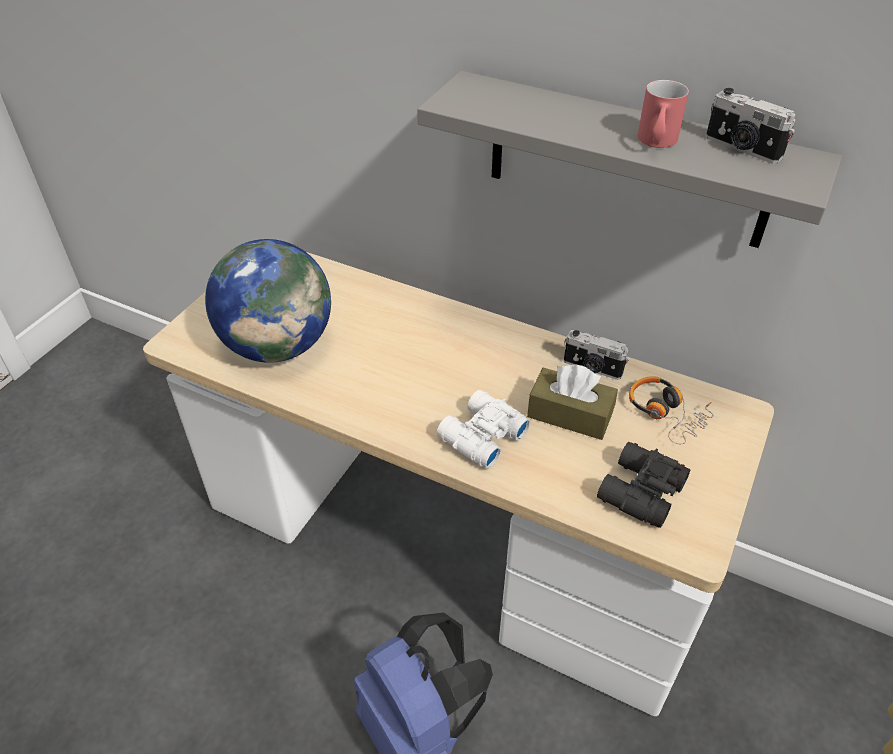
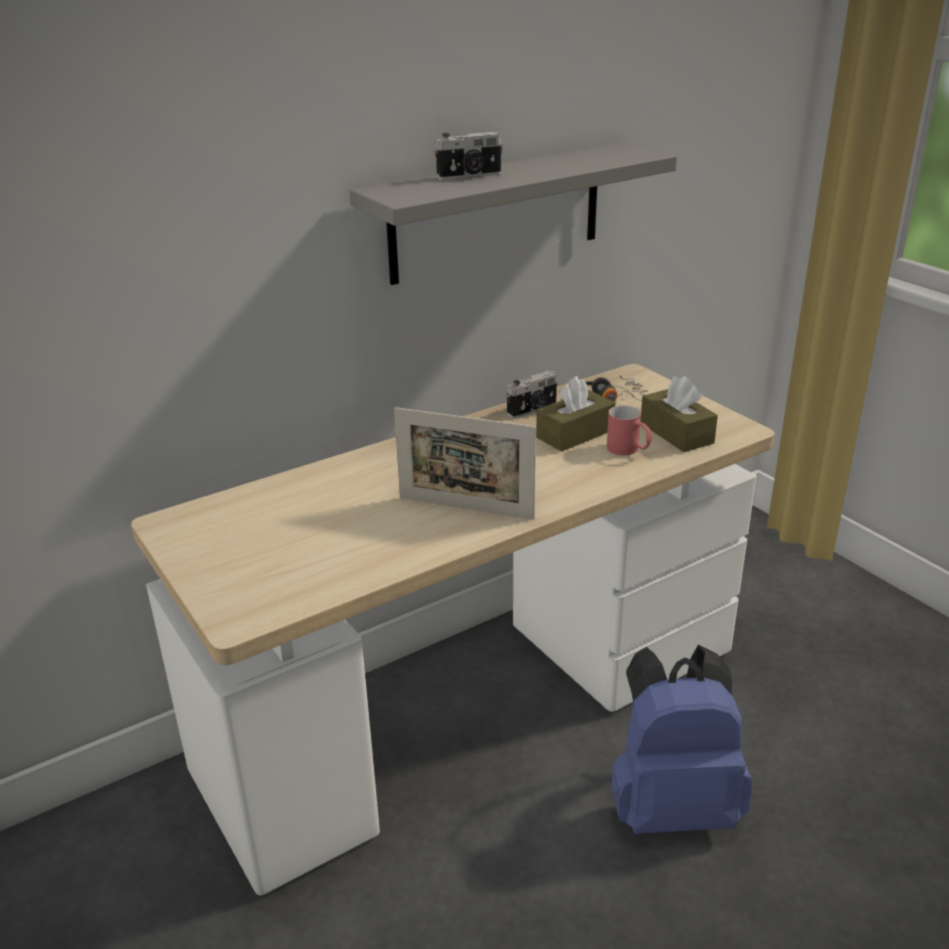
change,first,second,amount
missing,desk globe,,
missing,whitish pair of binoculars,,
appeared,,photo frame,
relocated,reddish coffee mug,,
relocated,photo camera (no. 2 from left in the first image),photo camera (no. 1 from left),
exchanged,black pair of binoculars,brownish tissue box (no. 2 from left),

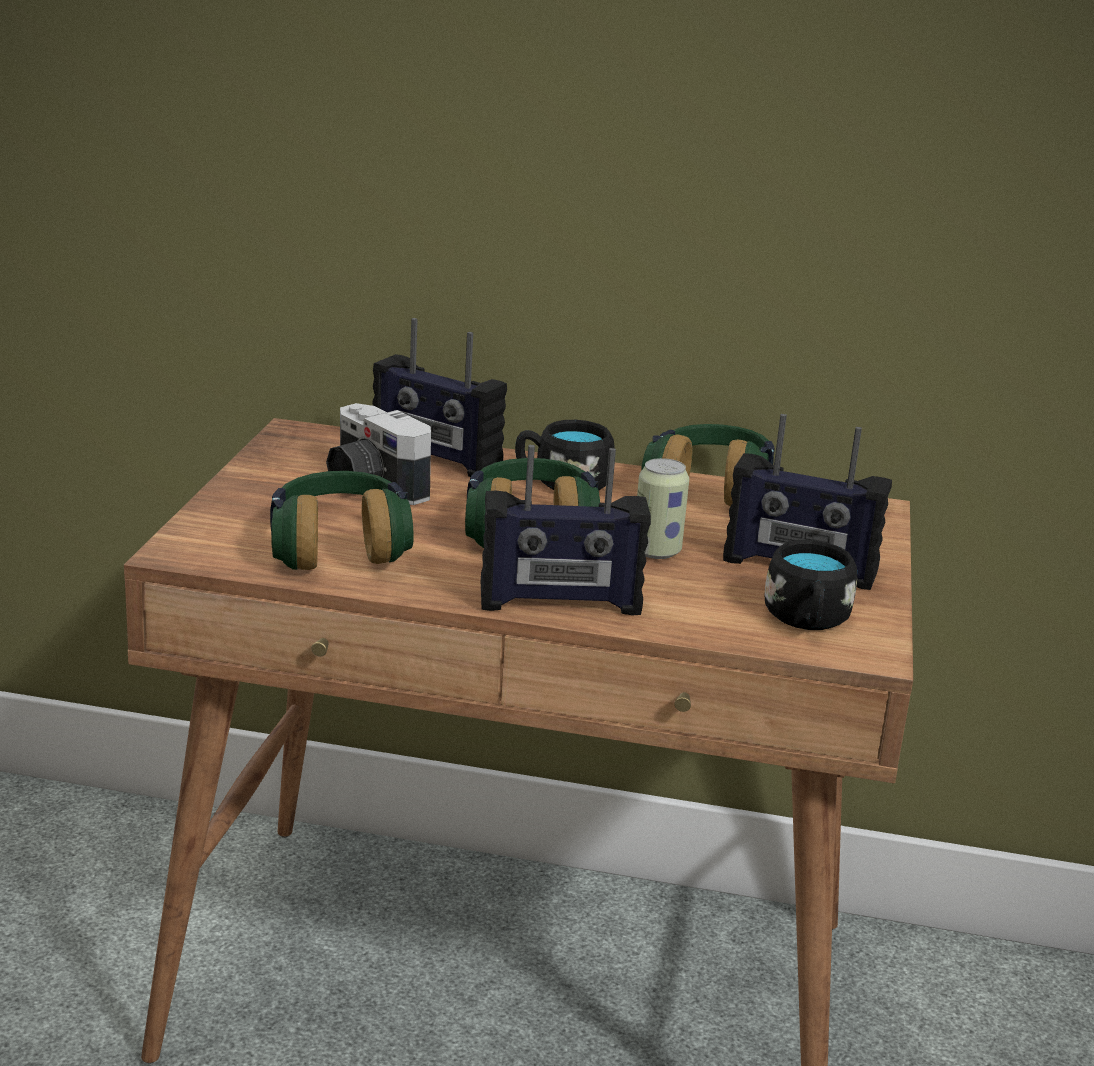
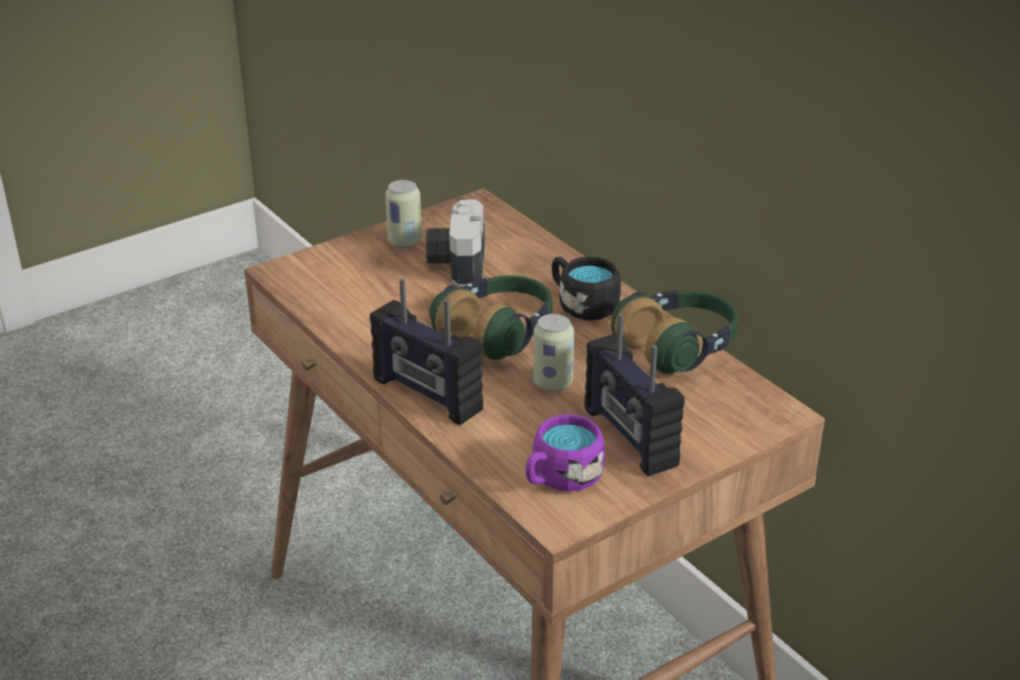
change,first,second,amount
missing,headphones (no. 1 from left),,
missing,radio receiver (no. 1 from left),,
appeared,,can (no. 1 from left),
colour,black coffee mug (no. 2 from left),purplish coffee mug,

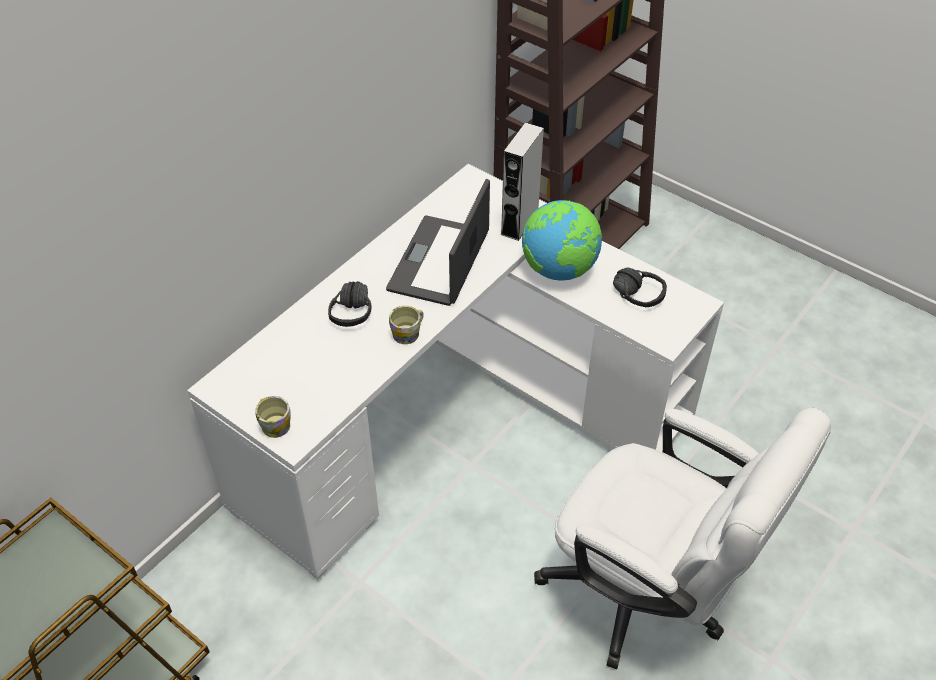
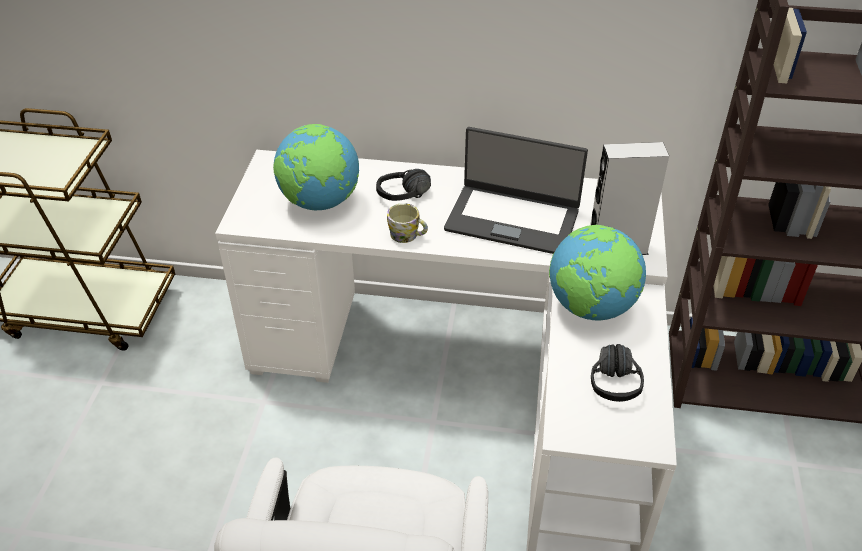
change,first,second,amount
missing,coffee mug (no. 1 from left),,
appeared,,desk globe (no. 1 from left),
spun,notebook computer,,150 degrees counterclockwise

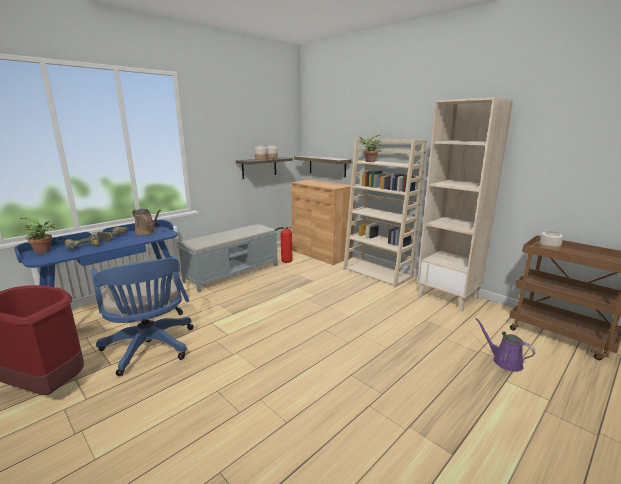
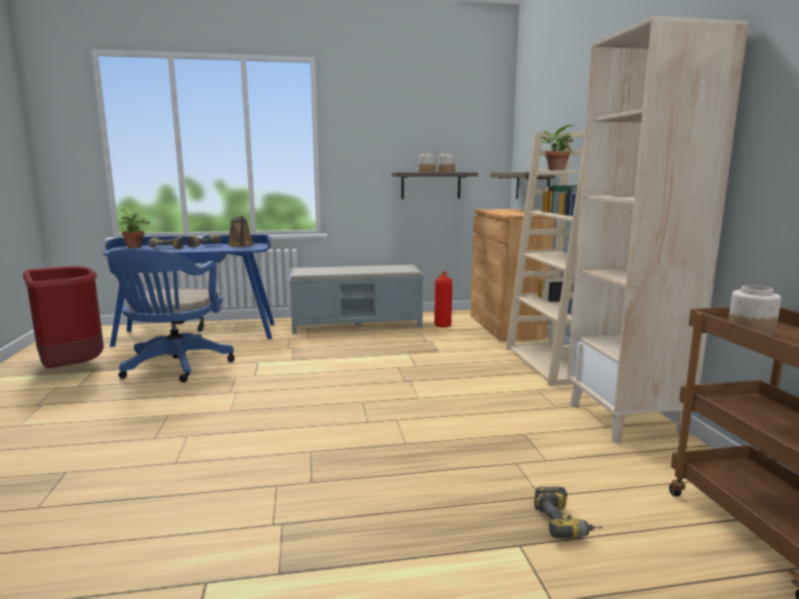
change,first,second,amount
exchanged,purplish watering pot,drill (no. 3 from left),

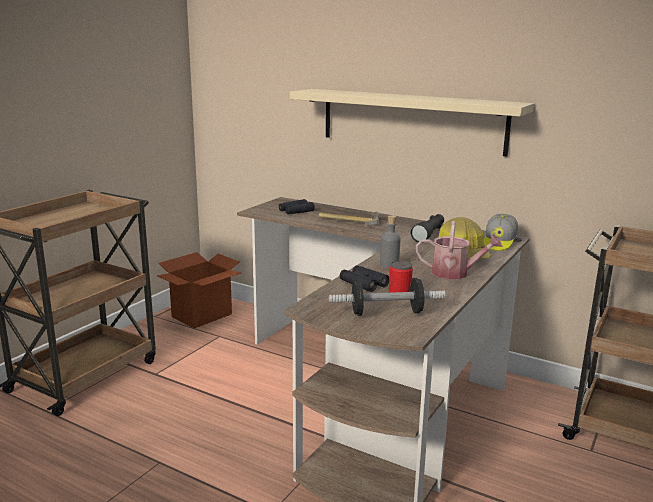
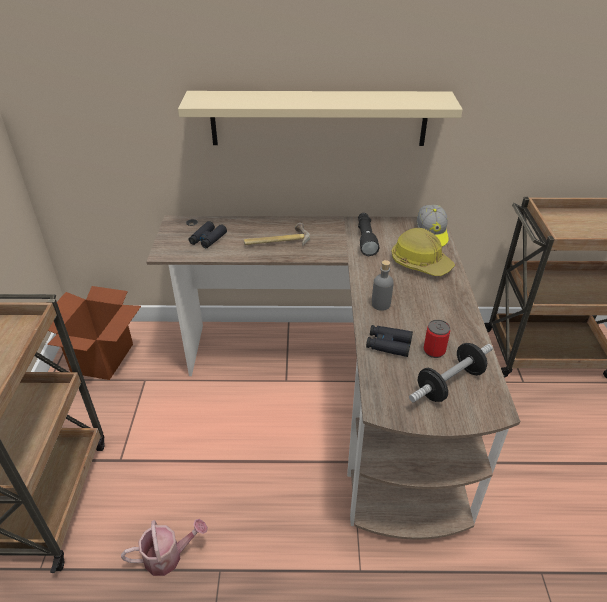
change,first,second,amount
relocated,watering pot,,

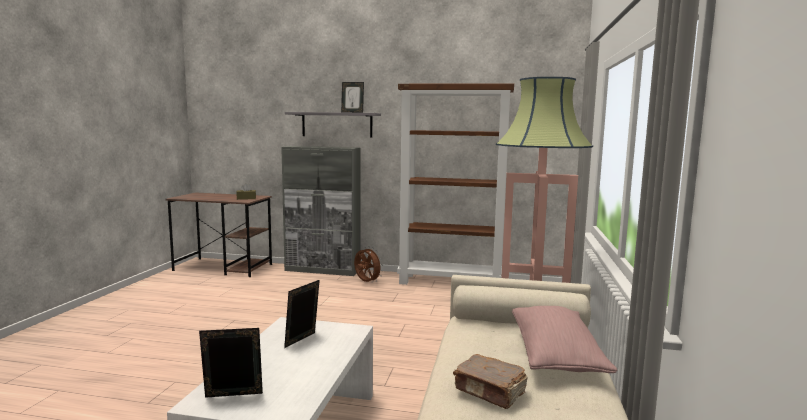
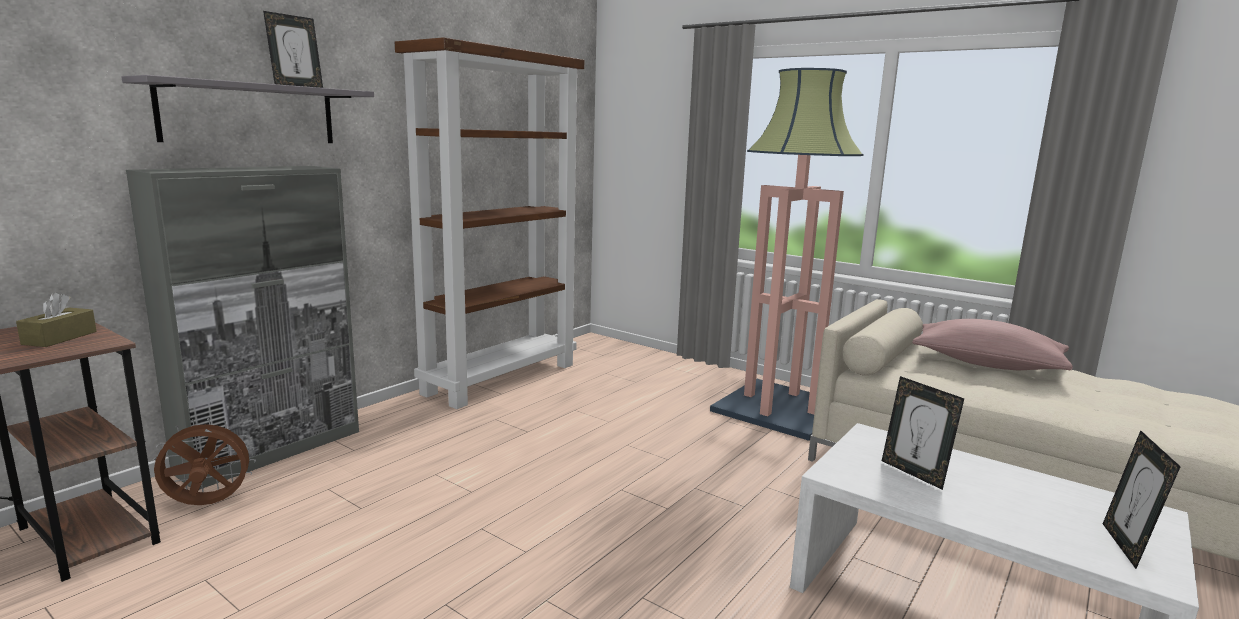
change,first,second,amount
missing,brownish volume,,
relocated,brownish cooling fan,,

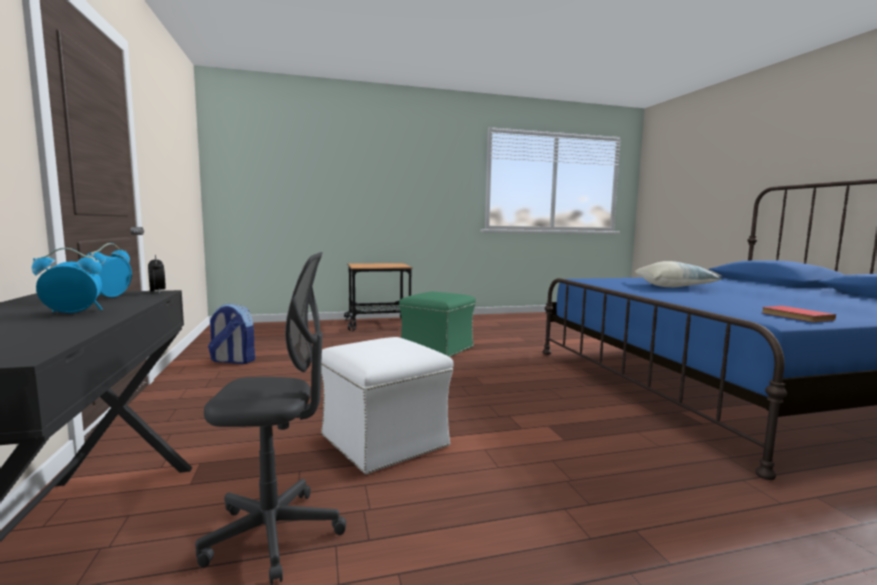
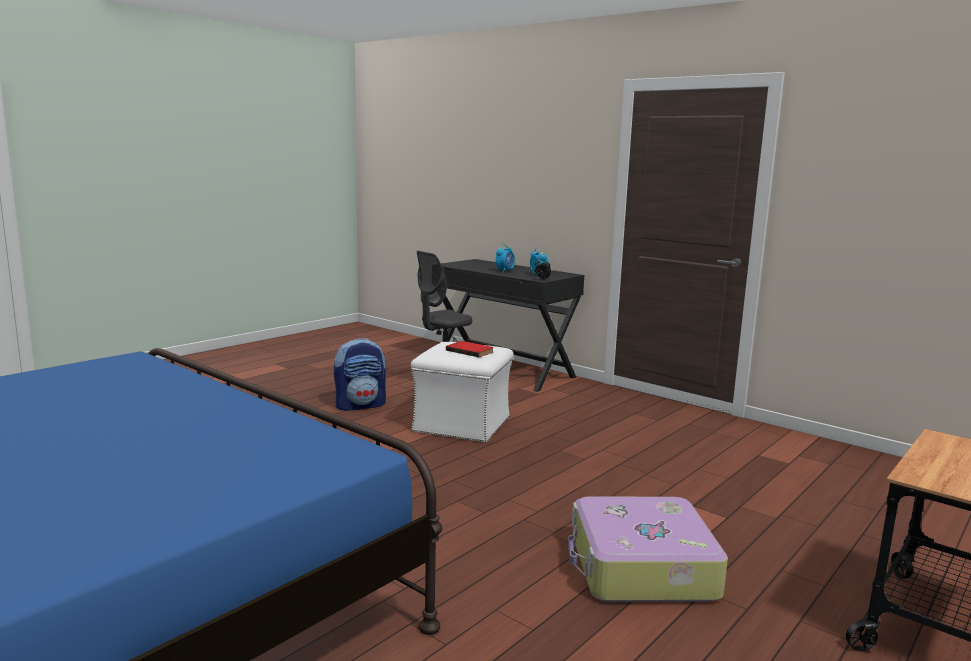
change,first,second,amount
missing,pillow,,
relocated,backpack,,
relocated,reddish volume,,
exchanged,greenish ottoman,travel case,

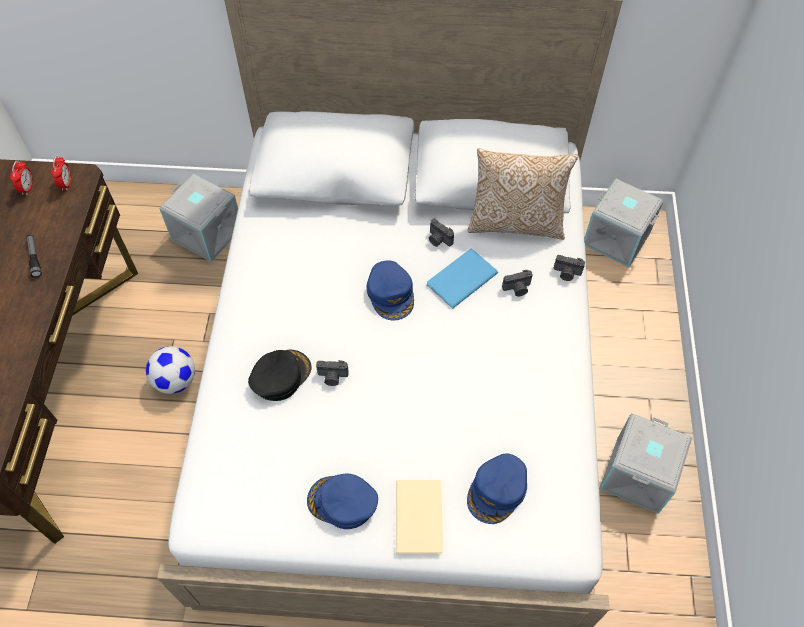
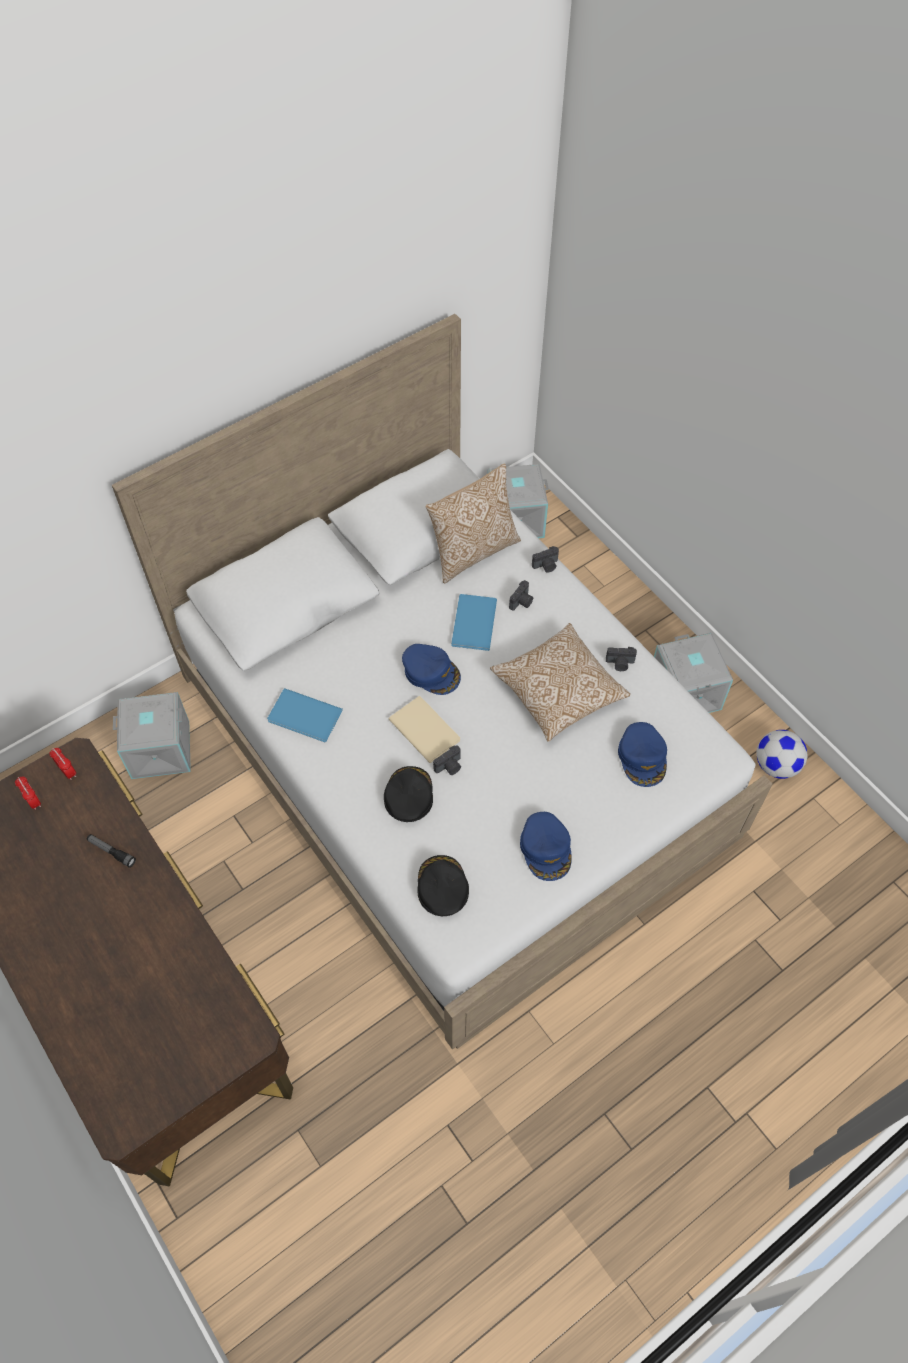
change,first,second,amount
appeared,,blue-coloured volume (no. 1 from left),
appeared,,black baseball cap (no. 2 from left),
appeared,,pillow (no. 2 from left),
relocated,ball for football,,
relocated,sand-coloured volume,,
relocated,photo camera (no. 2 from left in the first image),photo camera (no. 4 from left),
spun,blue-coloured baseball cap (no. 1 from left in the first image),blue-coloured baseball cap (no. 2 from left),75 degrees counterclockwise

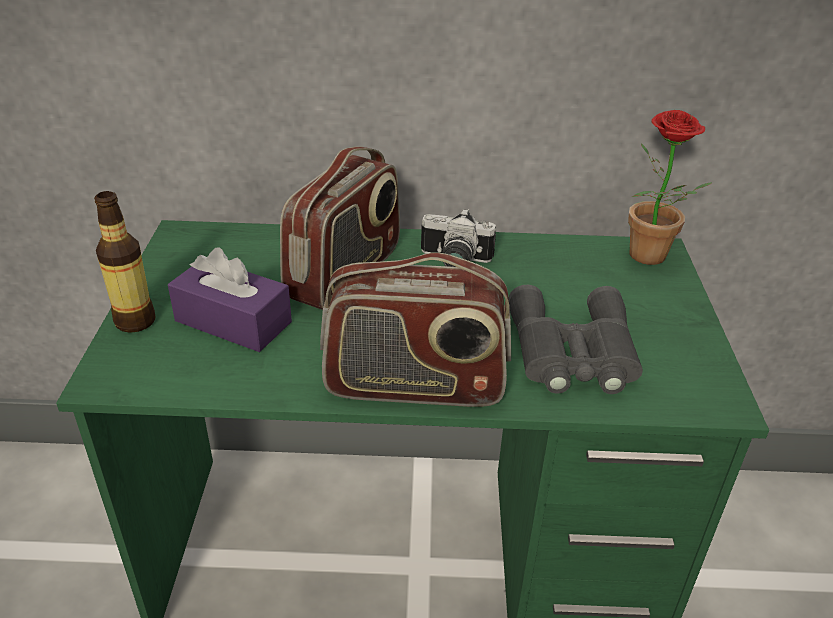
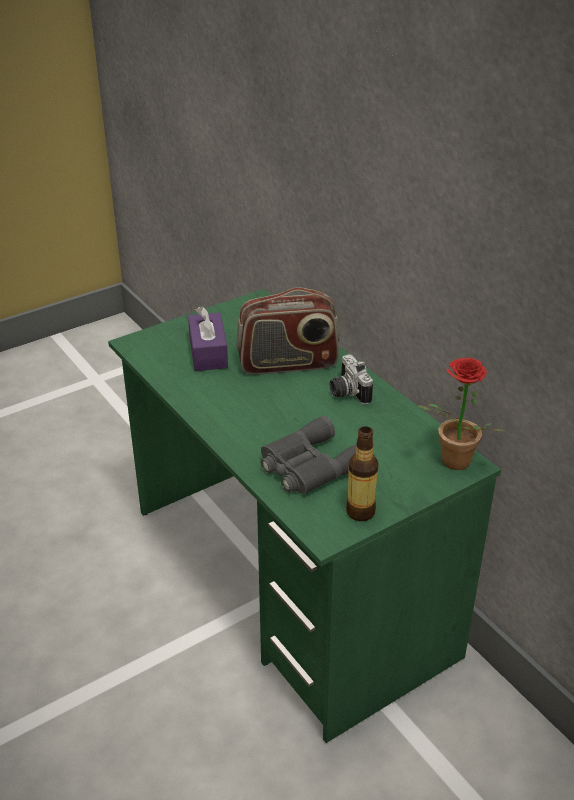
change,first,second,amount
missing,radio receiver (no. 2 from left),,
relocated,drink bottle,,

